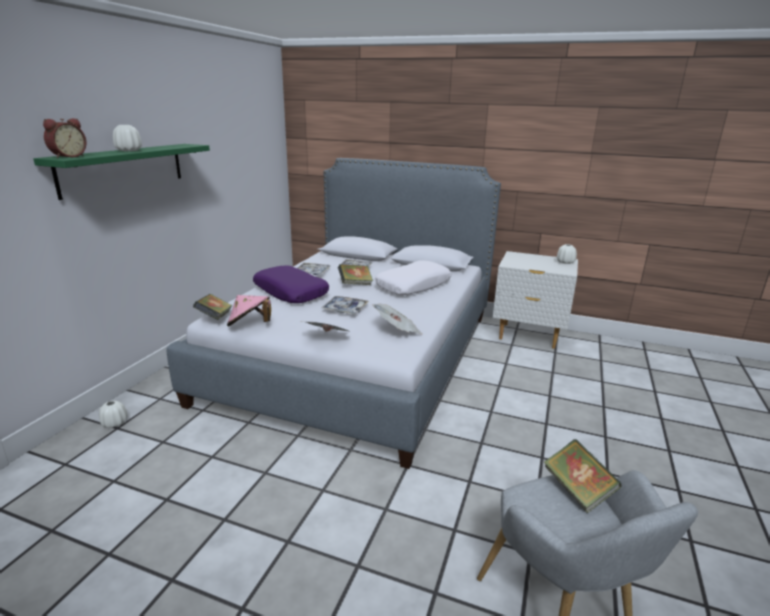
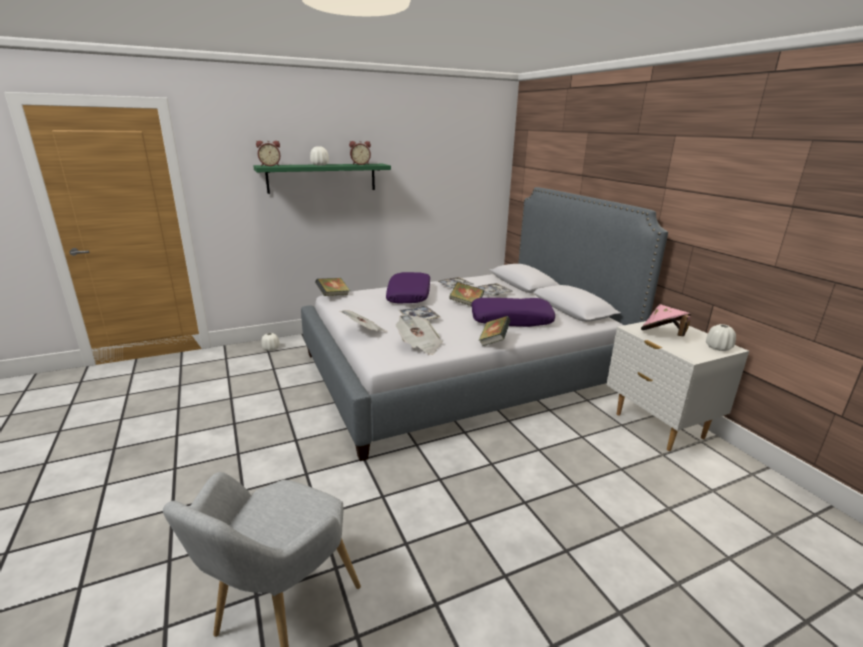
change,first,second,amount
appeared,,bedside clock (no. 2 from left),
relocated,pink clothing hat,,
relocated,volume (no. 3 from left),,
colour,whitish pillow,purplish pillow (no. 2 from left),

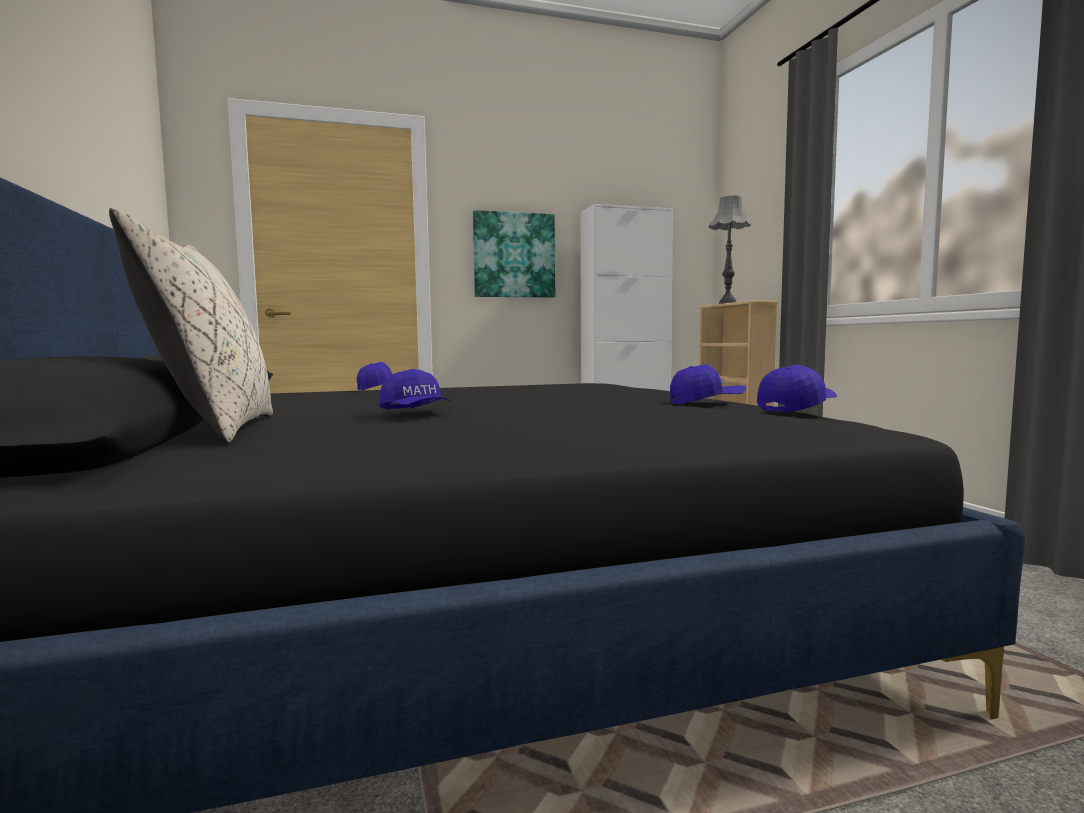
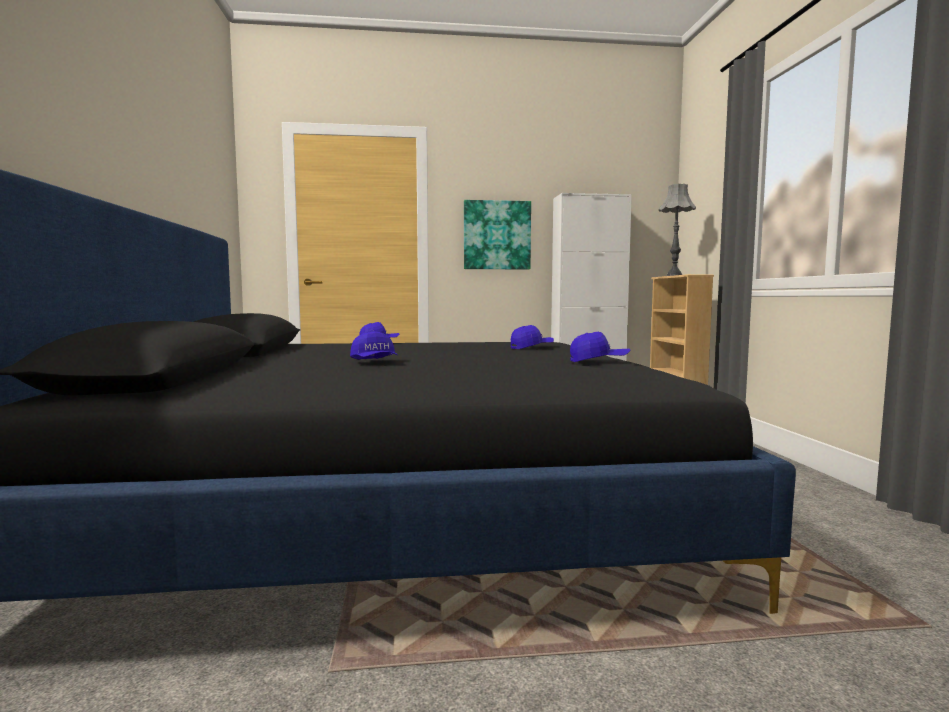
change,first,second,amount
missing,sand-coloured pillow,,
relocated,blue-coloured baseball cap (no. 4 from left in the first image),blue-coloured baseball cap (no. 3 from left),

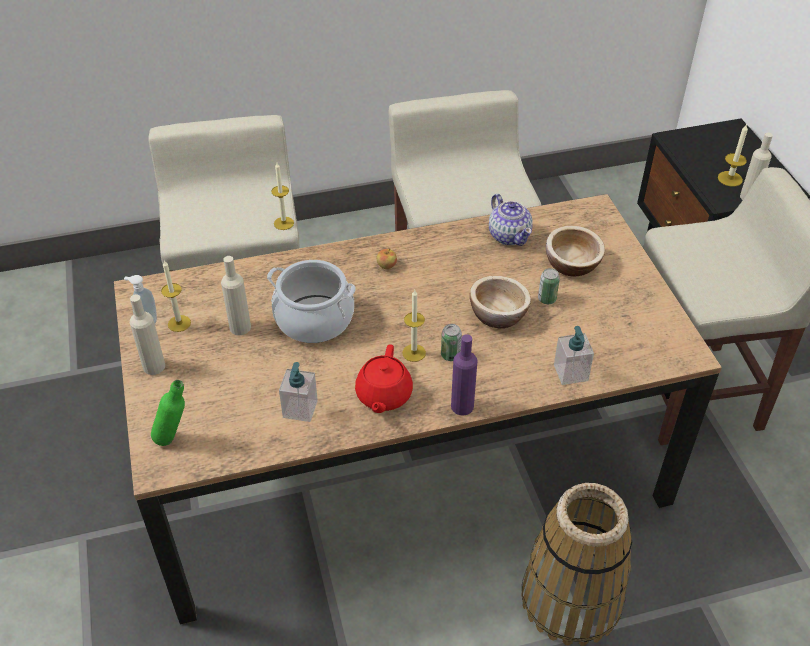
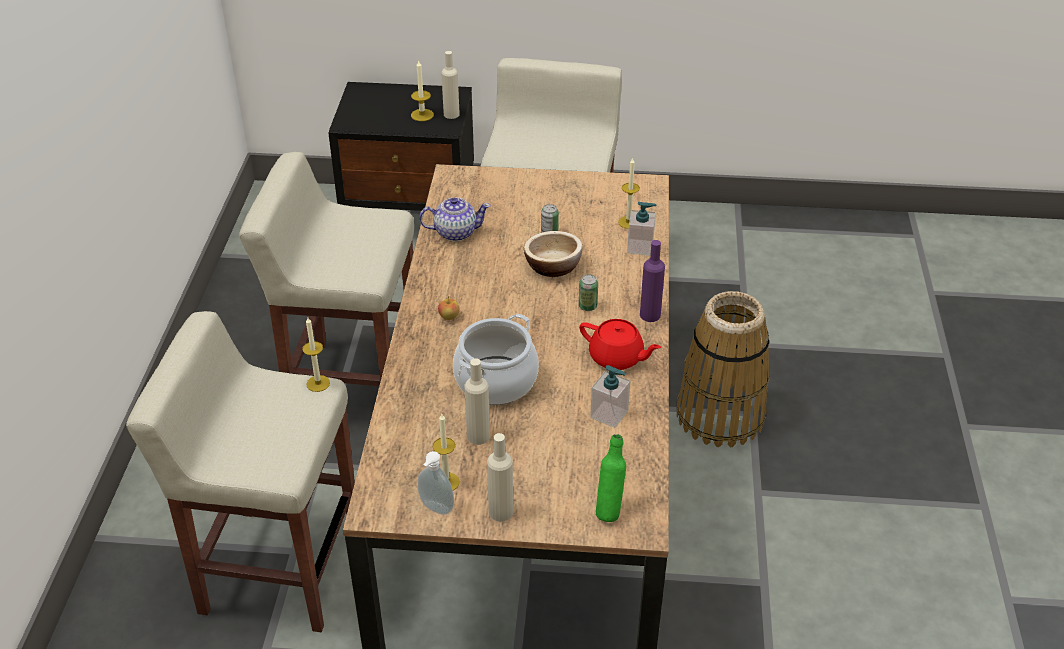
change,first,second,amount
missing,serving bowl (no. 2 from left),,
relocated,wax light (no. 3 from left in the first image),wax light (no. 4 from left),

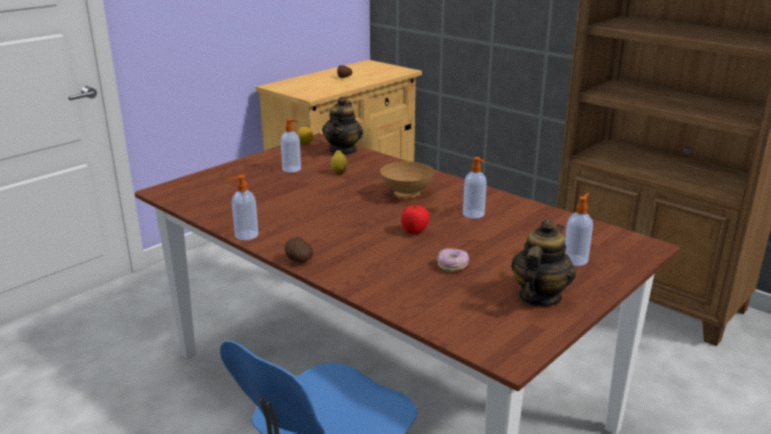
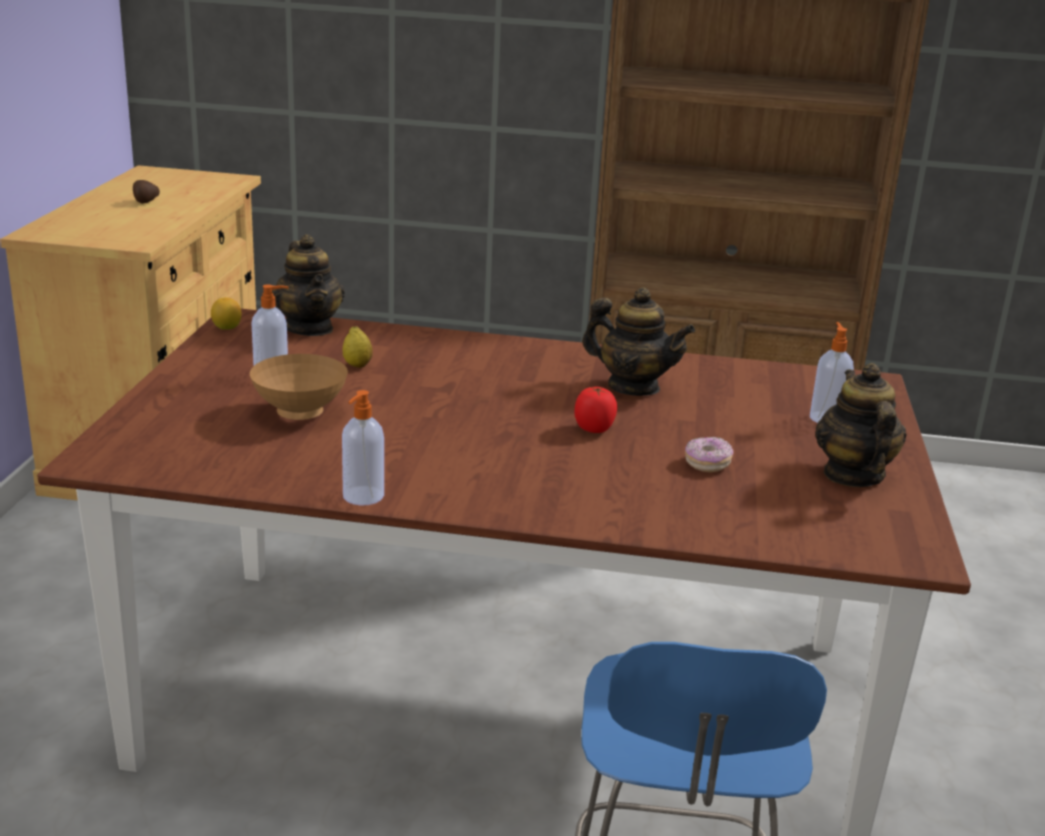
change,first,second,amount
missing,potato (no. 1 from left),,
relocated,brownish serving bowl,,
exchanged,soap dispenser (no. 3 from left),pot for tea (no. 2 from left),

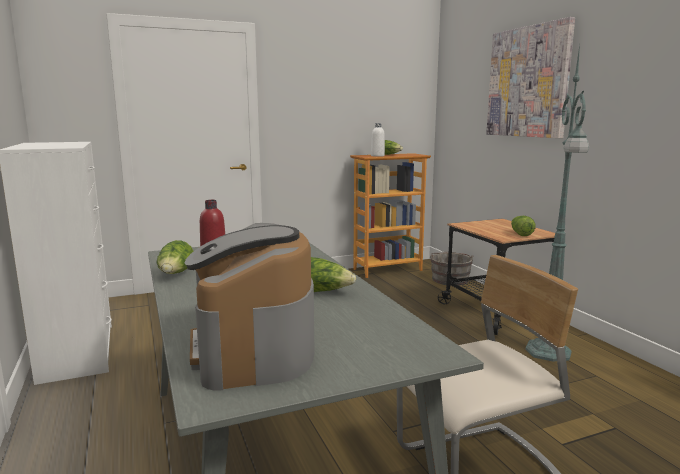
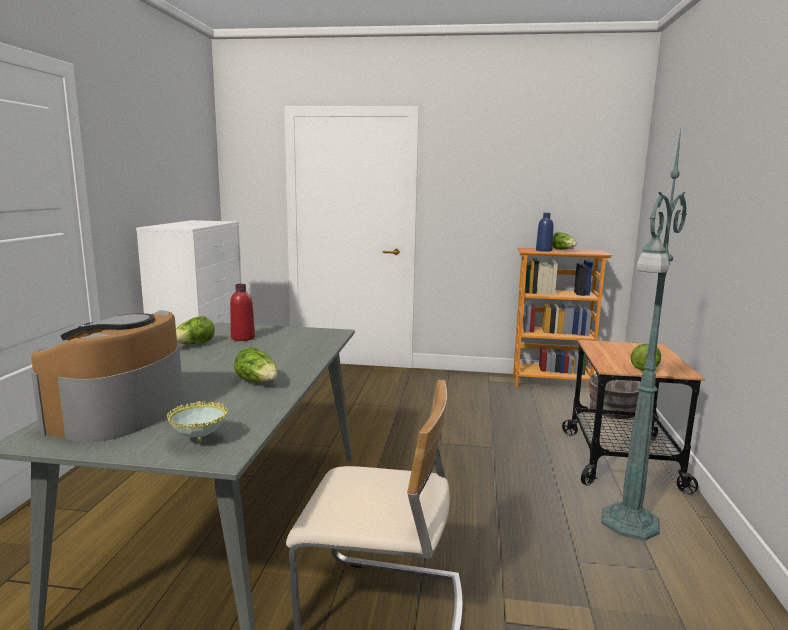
change,first,second,amount
missing,wall art,,
appeared,,serving bowl,
colour,whitish drink bottle,blue-coloured drink bottle,

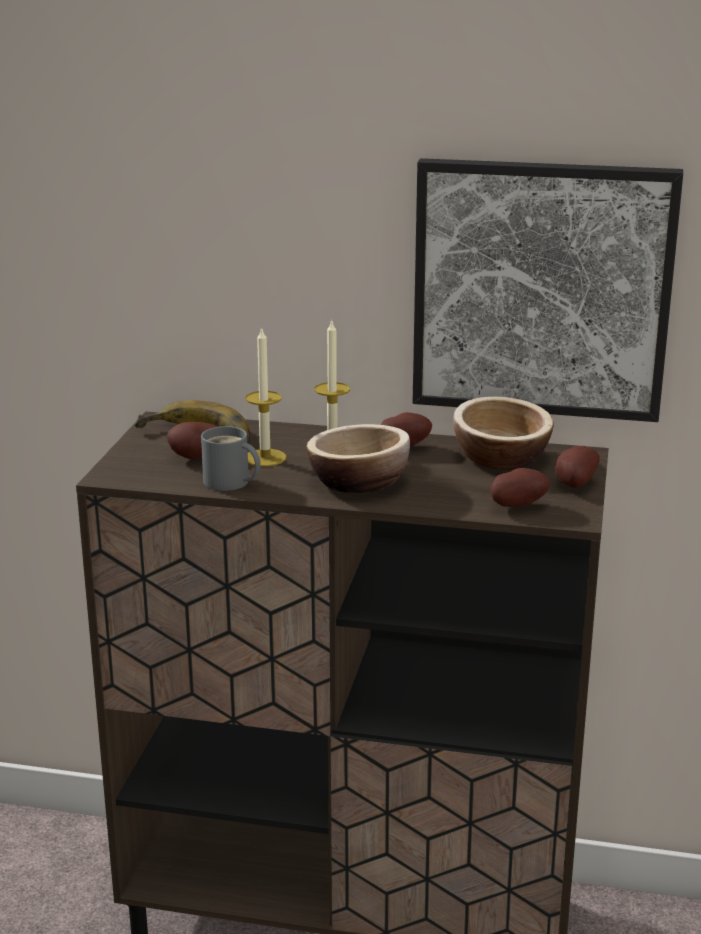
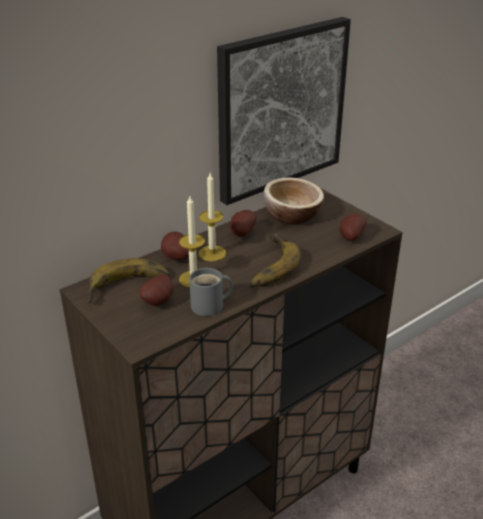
change,first,second,amount
relocated,potato (no. 4 from left in the first image),potato (no. 2 from left),
exchanged,serving bowl (no. 1 from left),banana fruit (no. 2 from left),

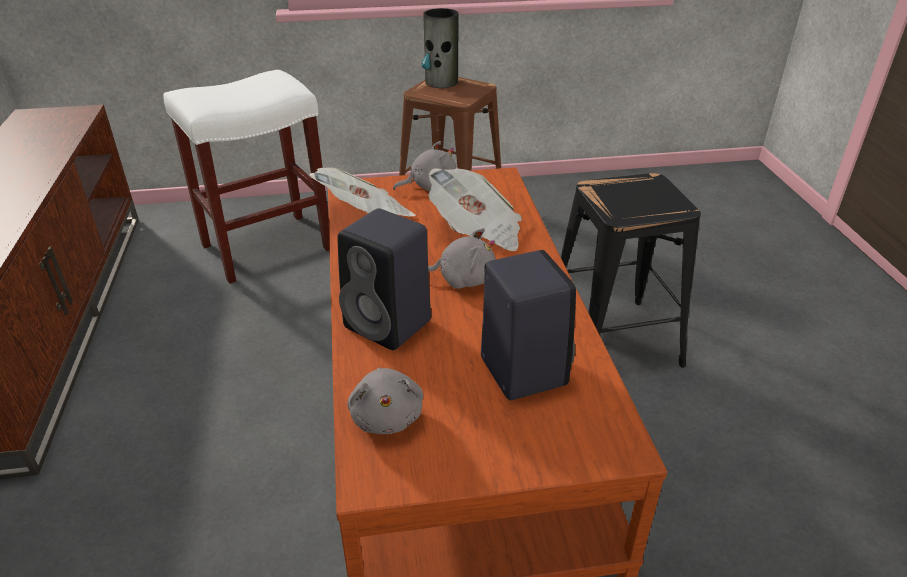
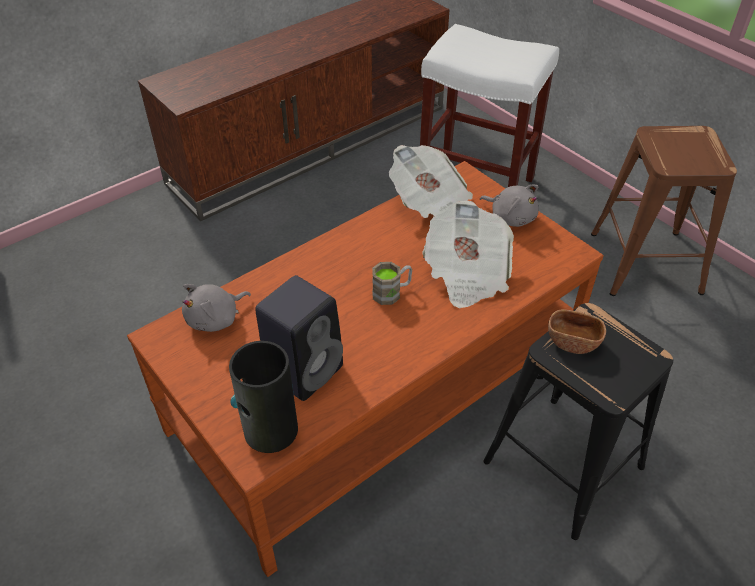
change,first,second,amount
missing,black loudspeaker (no. 1 from left),,
appeared,,brownish serving bowl,
relocated,vase,,
exchanged,greyish plush toy (no. 3 from left),brownish coffee mug,

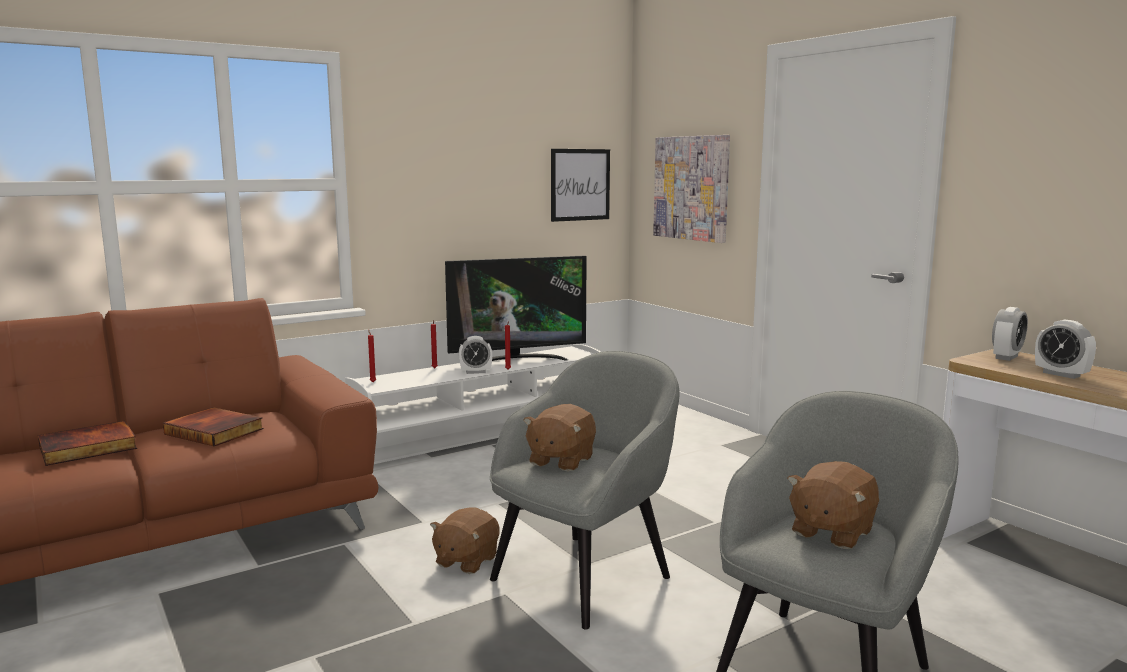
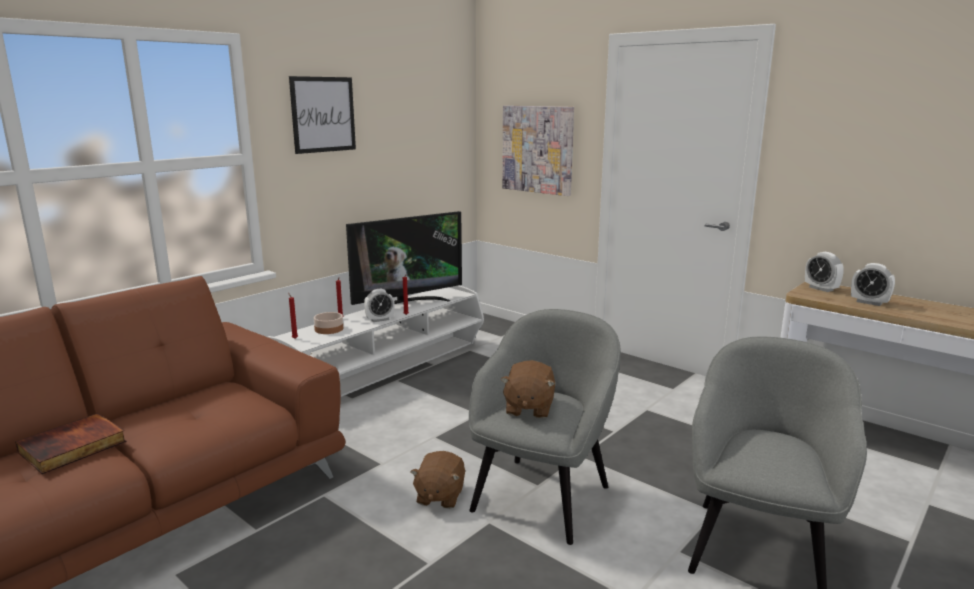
change,first,second,amount
missing,volume (no. 2 from left),,
missing,brownish plush toy (no. 3 from left),,
appeared,,serving bowl,
relocated,wall art (no. 1 from left),,
spun,bedside clock (no. 2 from left),,120 degrees clockwise

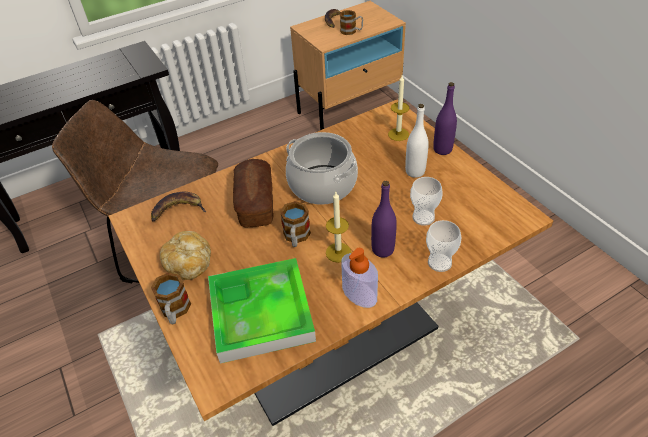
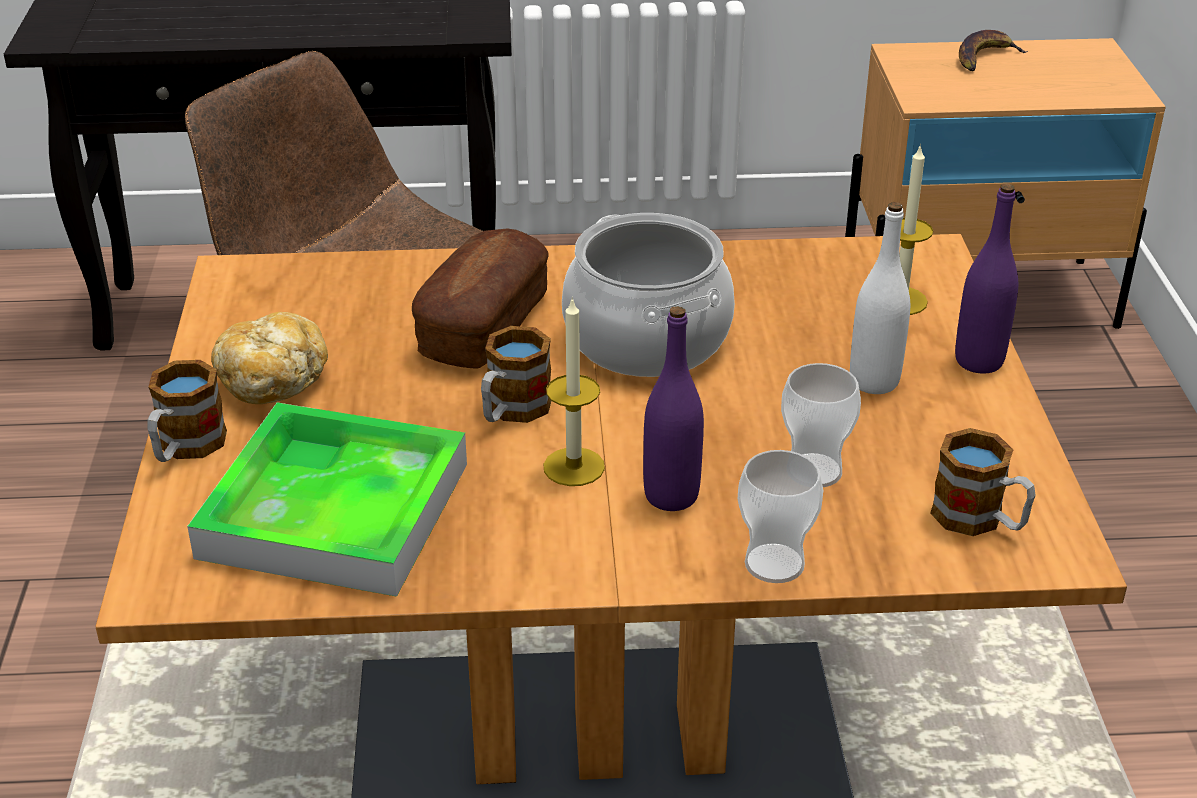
change,first,second,amount
missing,banana fruit (no. 1 from left),,
missing,soap dispenser,,
relocated,coffee mug (no. 3 from left),,

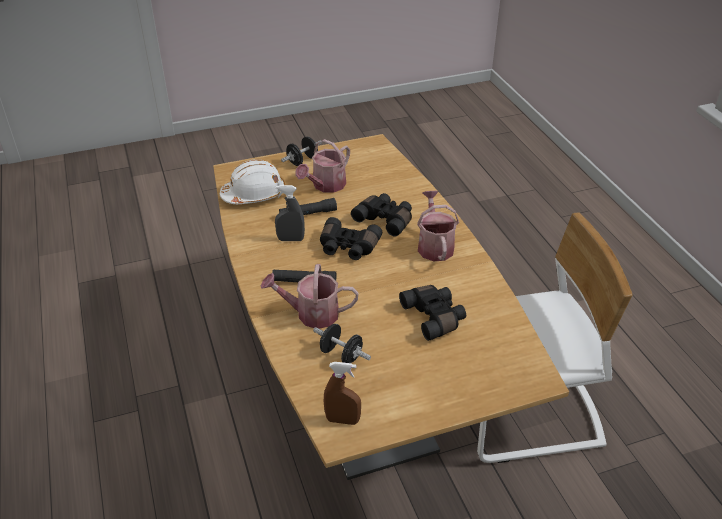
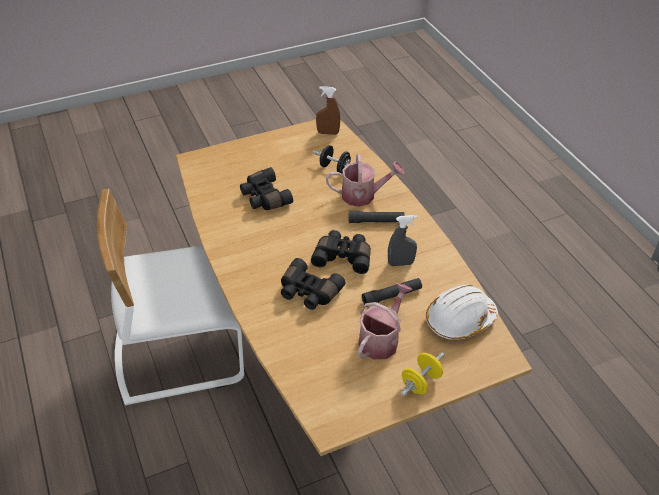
change,first,second,amount
missing,watering pot (no. 3 from left),,
colour,black hand weight (no. 1 from left),yellow-coloured hand weight,

